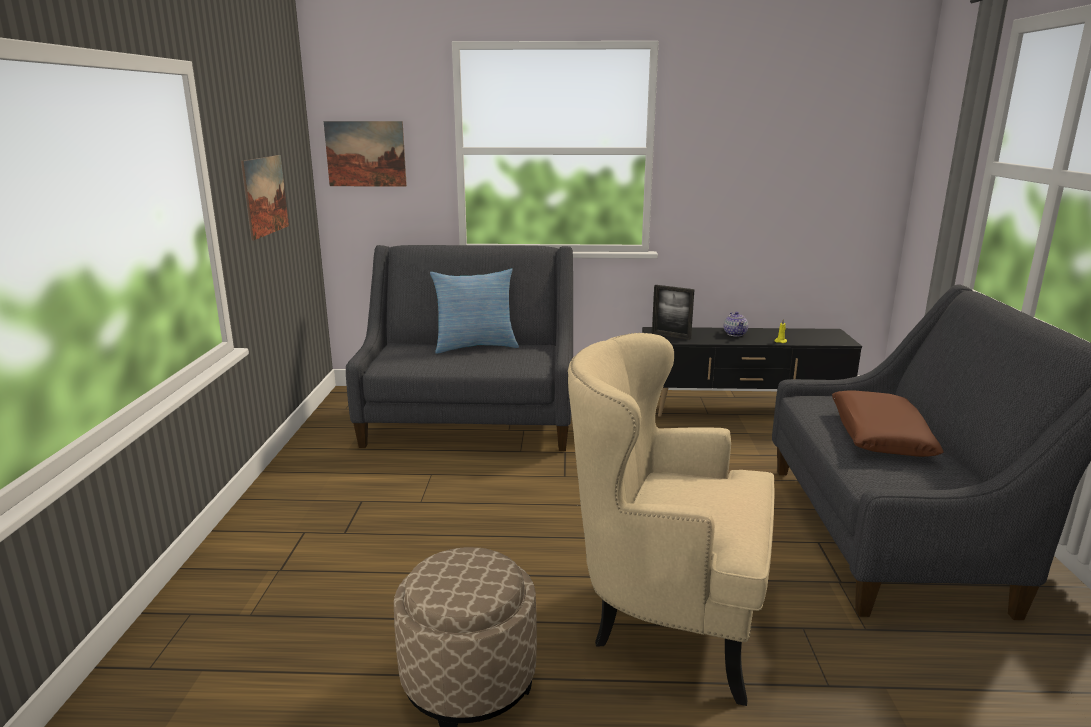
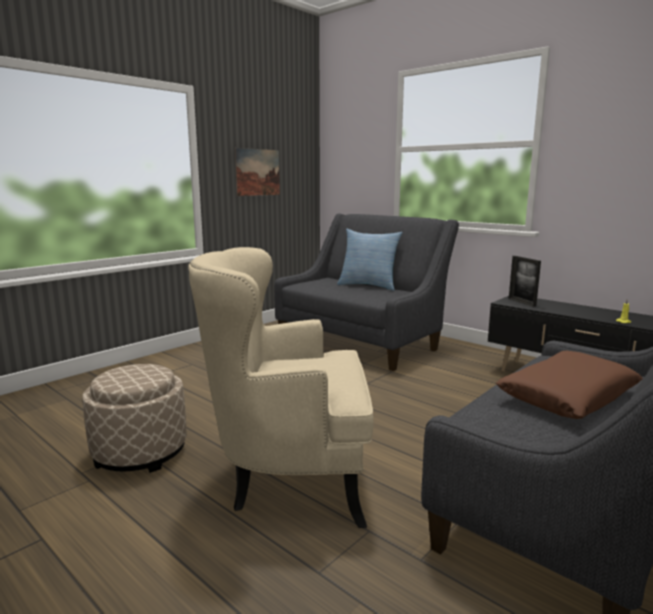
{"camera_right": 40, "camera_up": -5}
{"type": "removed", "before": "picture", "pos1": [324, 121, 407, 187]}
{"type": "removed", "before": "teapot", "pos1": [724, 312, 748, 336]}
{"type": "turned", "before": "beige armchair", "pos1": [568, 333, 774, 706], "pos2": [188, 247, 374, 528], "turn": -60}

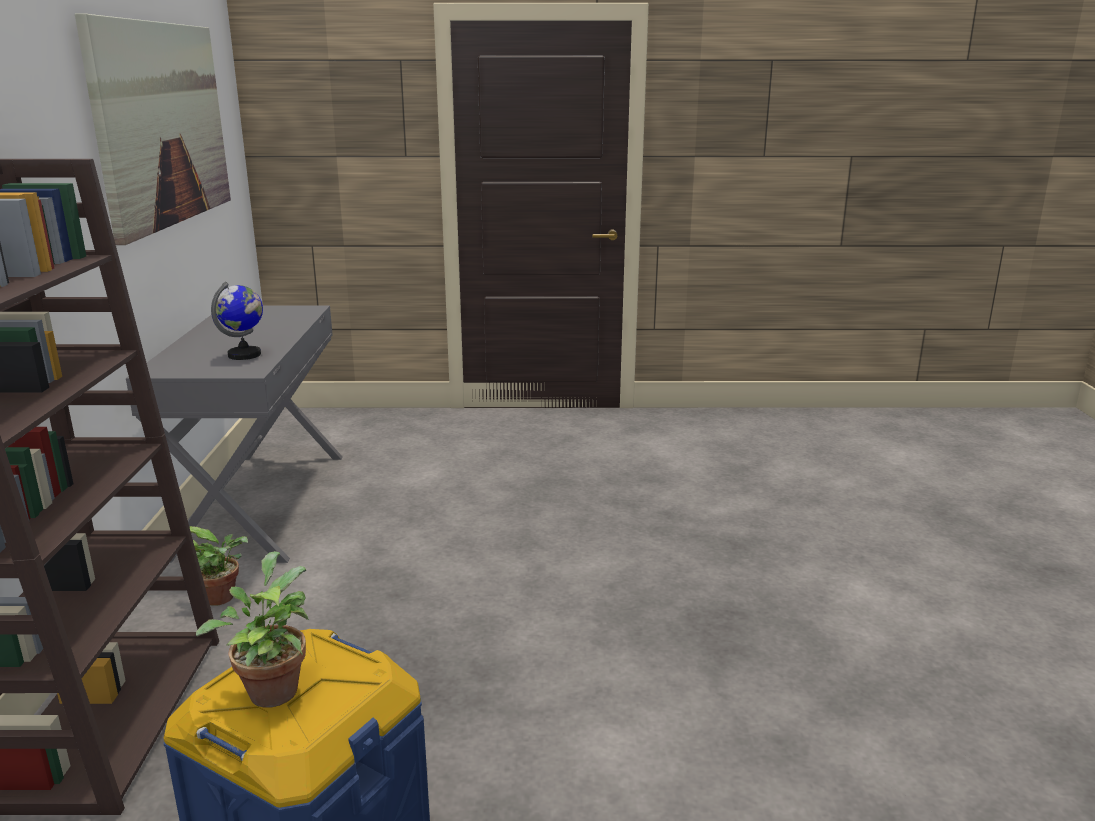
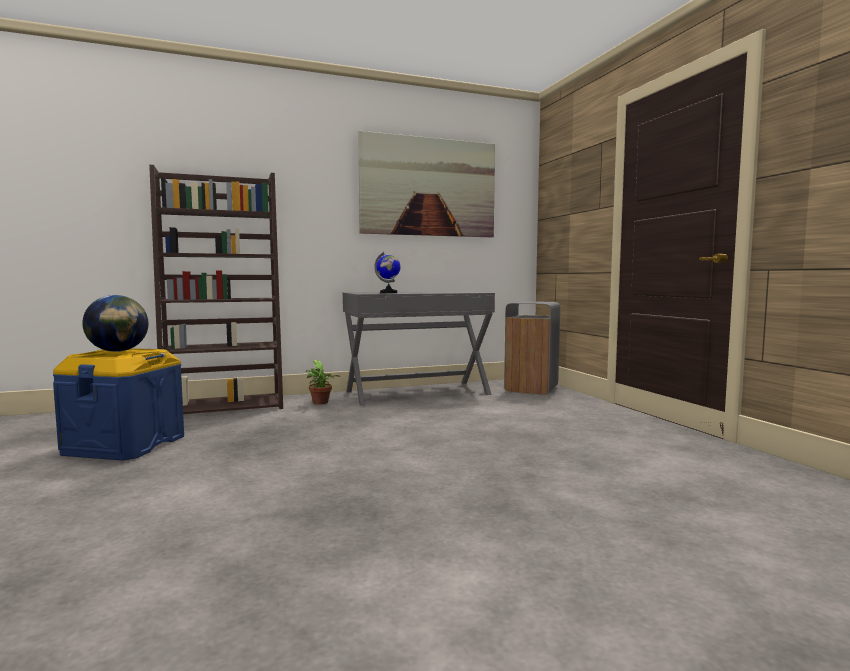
{"camera_right": 70, "camera_up": -15}
{"type": "added", "after": "grey trash can", "pos2": [504, 301, 560, 395]}
{"type": "replaced", "before": "potted plant", "after": "globe", "pos1": [196, 551, 309, 708], "pos2": [82, 295, 148, 352]}

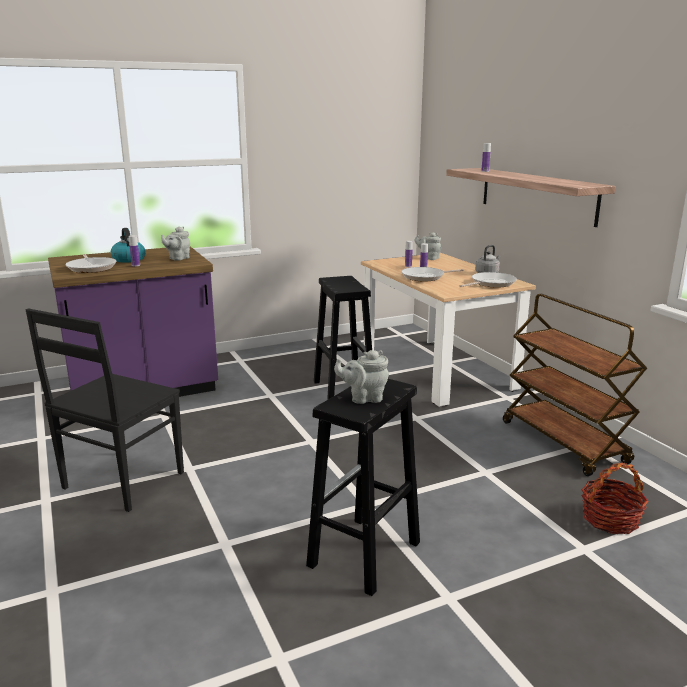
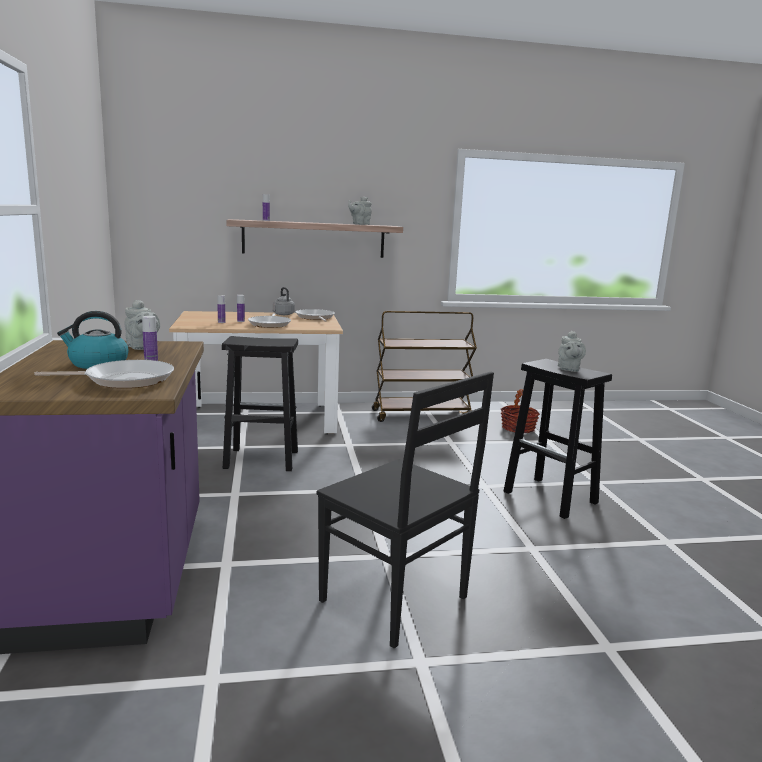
{"camera_right": -75, "camera_up": -5}
{"type": "moved", "before": "grey teapot", "pos1": [414, 232, 441, 260], "pos2": [348, 197, 372, 225]}

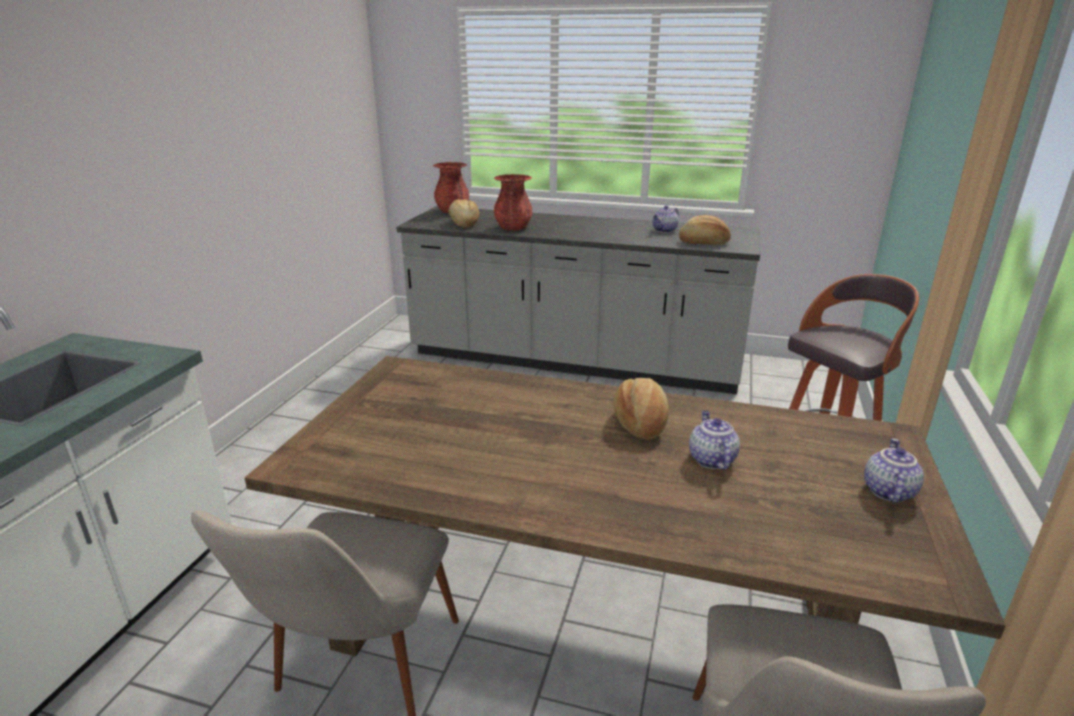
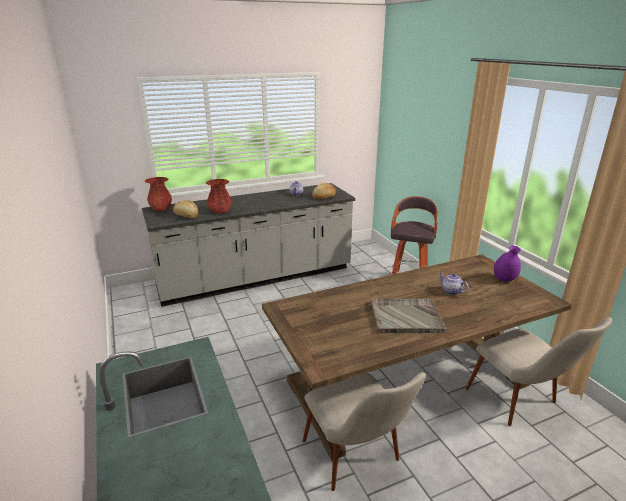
{"camera_right": -40, "camera_up": 0}
{"type": "removed", "before": "bread", "pos1": [613, 378, 669, 440]}
{"type": "added", "after": "grey tray", "pos2": [371, 298, 446, 333]}
{"type": "replaced", "before": "teapot", "after": "purple vase", "pos1": [864, 438, 924, 503], "pos2": [494, 246, 521, 282]}

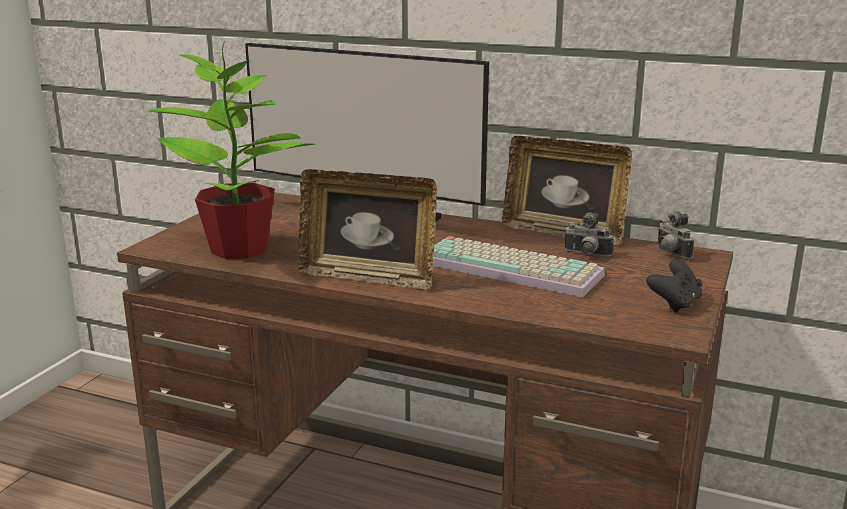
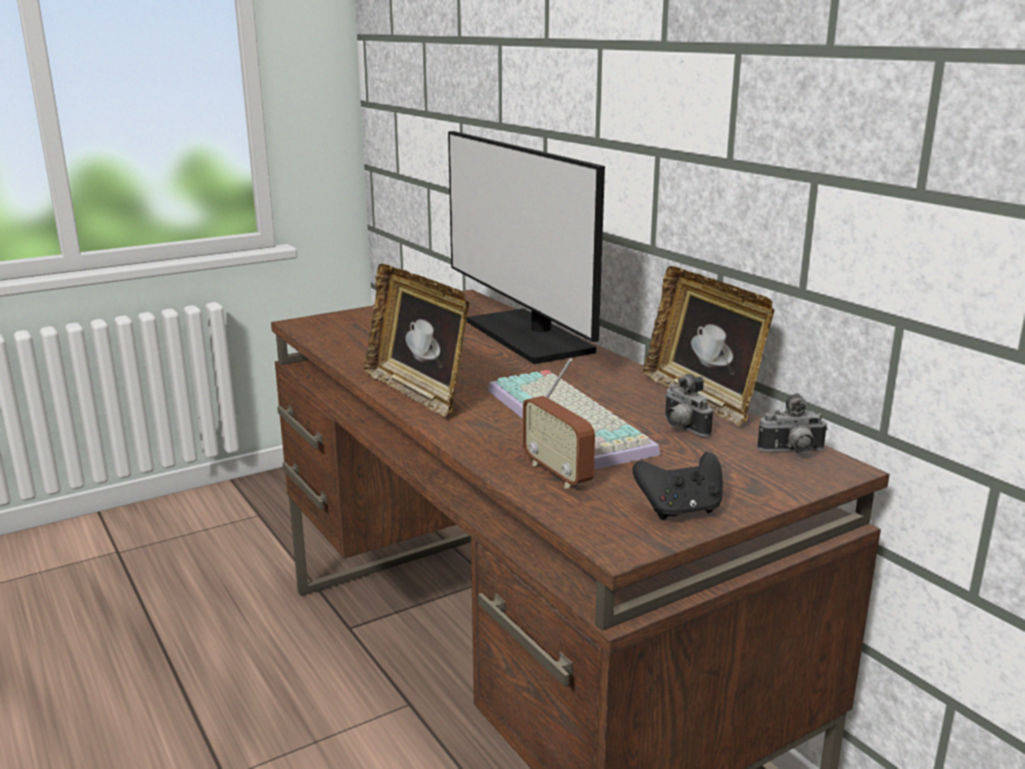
{"camera_right": 35, "camera_up": 0}
{"type": "removed", "before": "potted plant", "pos1": [148, 41, 315, 259]}
{"type": "added", "after": "radio", "pos2": [522, 358, 595, 488]}
{"type": "turned", "before": "photo camera", "pos1": [657, 211, 694, 259], "pos2": [757, 394, 828, 453], "turn": -105}

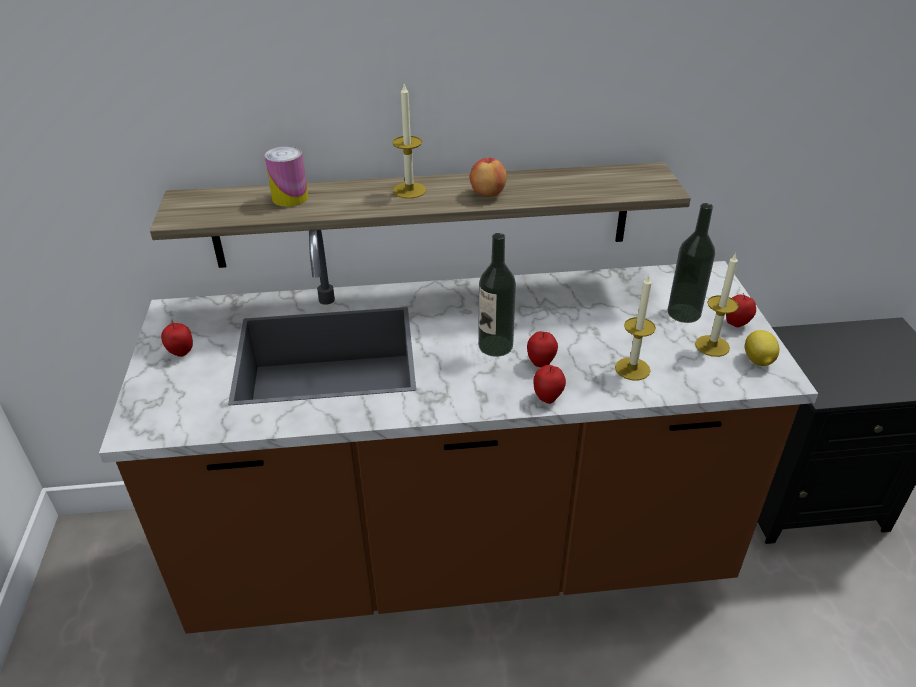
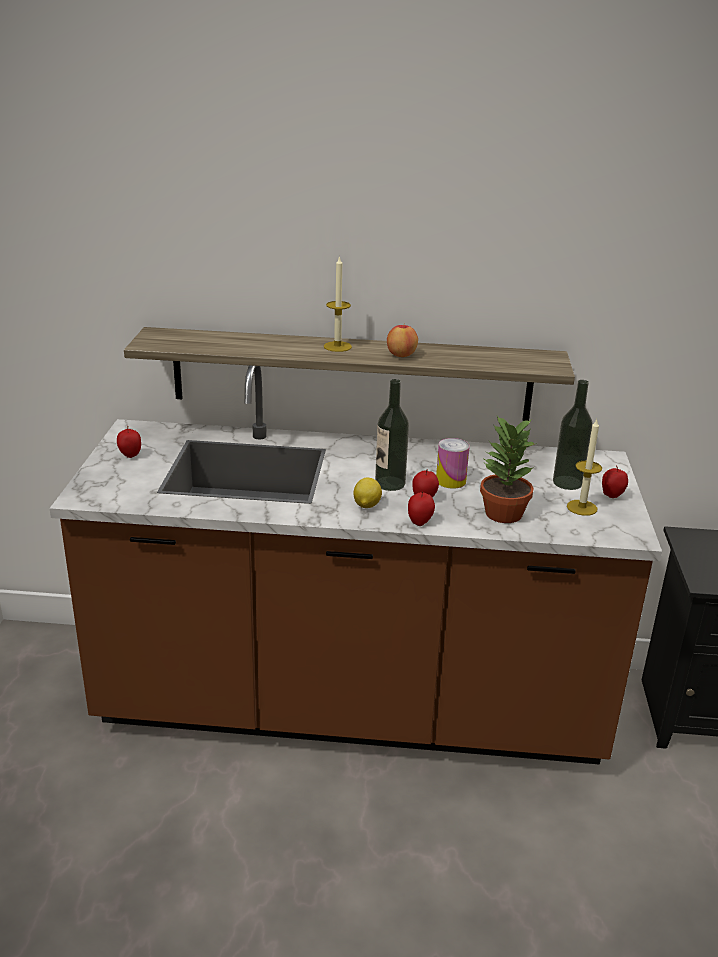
{"camera_right": 10, "camera_up": -10}
{"type": "moved", "before": "can", "pos1": [265, 146, 308, 207], "pos2": [436, 438, 470, 489]}
{"type": "moved", "before": "lemon", "pos1": [745, 330, 779, 366], "pos2": [353, 478, 382, 508]}
{"type": "replaced", "before": "candle", "after": "potted plant", "pos1": [615, 275, 656, 380], "pos2": [480, 416, 537, 523]}

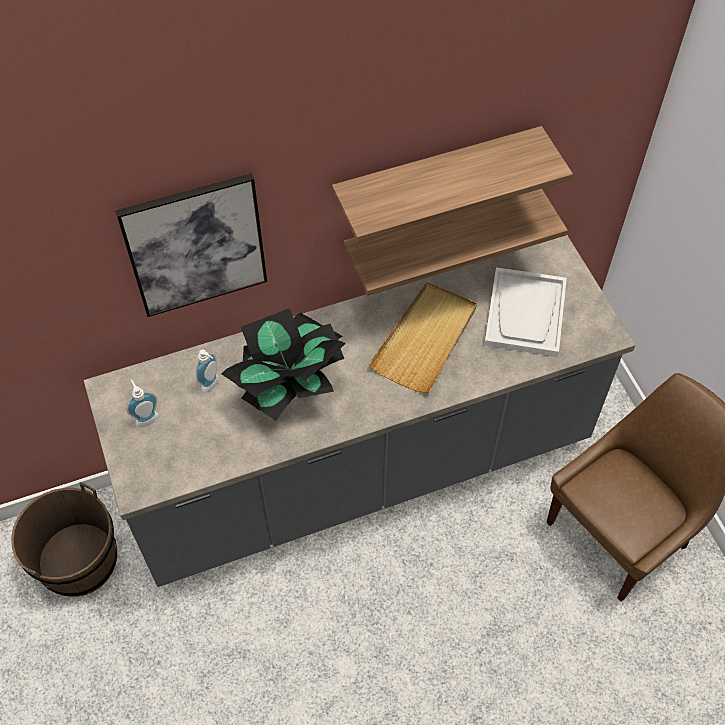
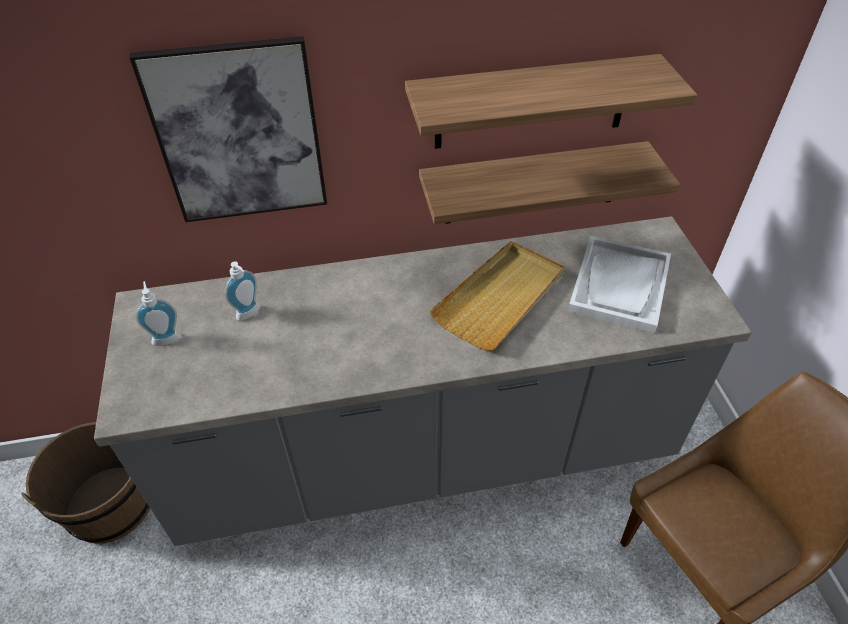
{"camera_right": 10, "camera_up": -10}
{"type": "removed", "before": "potted plant", "pos1": [221, 308, 346, 421]}

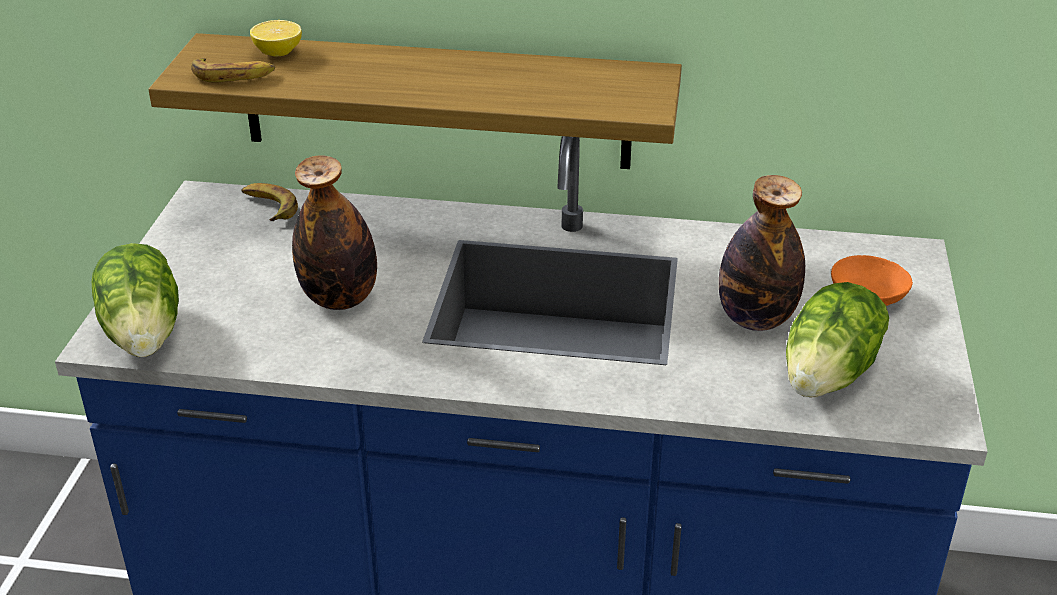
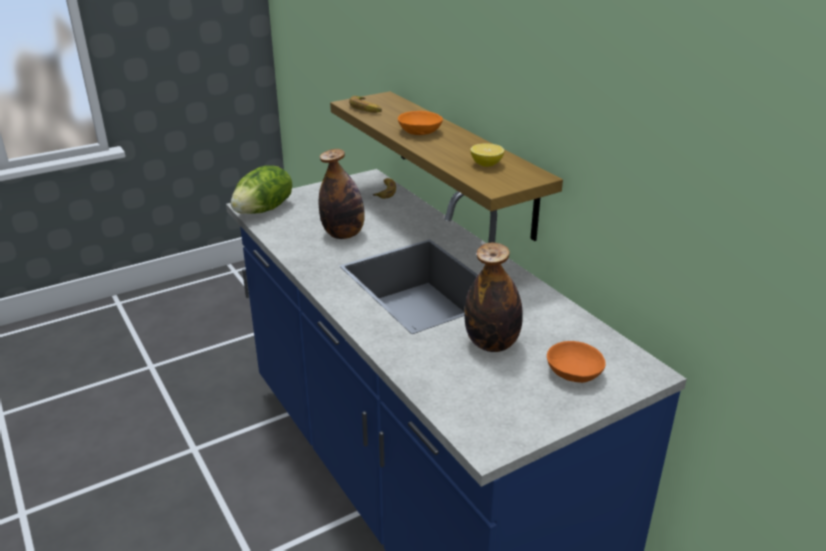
{"camera_right": 50, "camera_up": -5}
{"type": "removed", "before": "lettuce", "pos1": [786, 282, 889, 397]}
{"type": "added", "after": "orange bowl", "pos2": [398, 111, 443, 135]}
{"type": "moved", "before": "lemon", "pos1": [250, 20, 302, 56], "pos2": [471, 143, 504, 167]}

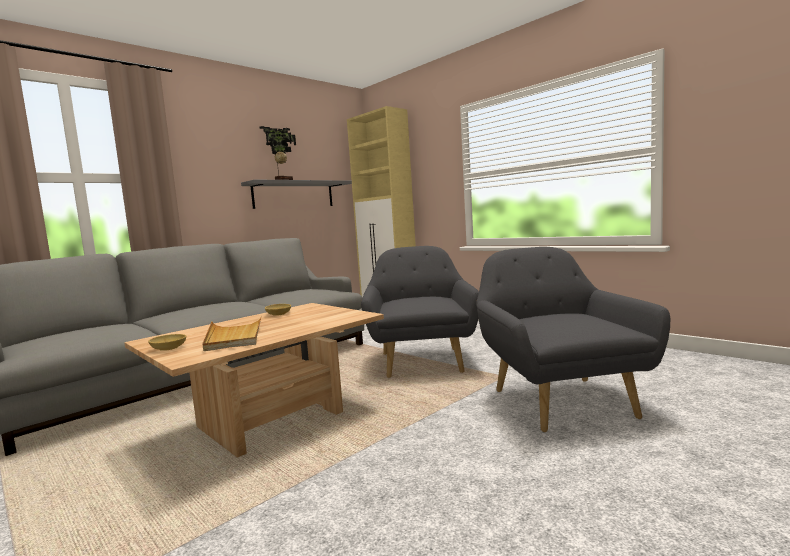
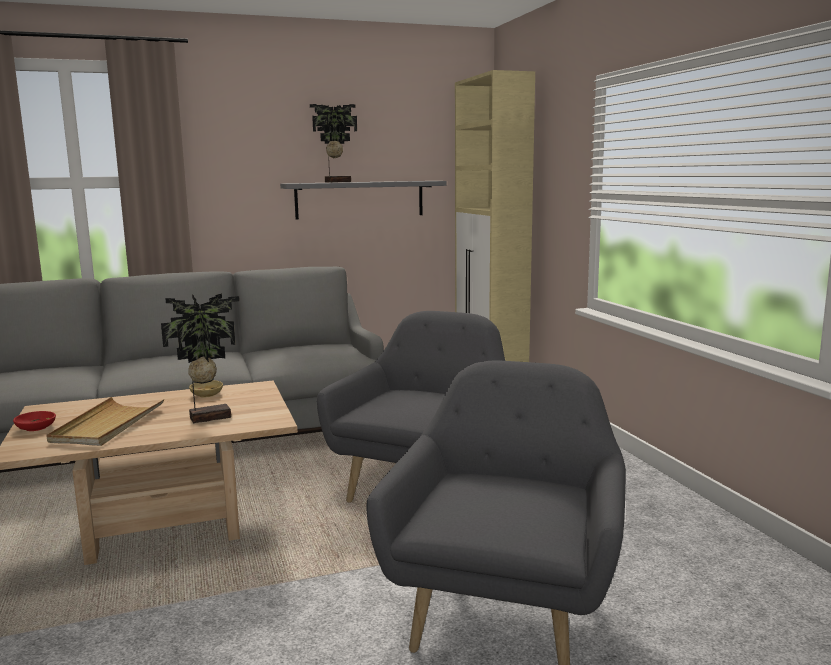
{"camera_right": 25, "camera_up": 5}
{"type": "added", "after": "potted plant", "pos2": [161, 293, 240, 424]}
{"type": "recoloured", "before": "beige bowl", "after": "red bowl", "pos1": [148, 334, 186, 351], "pos2": [13, 411, 56, 431]}

